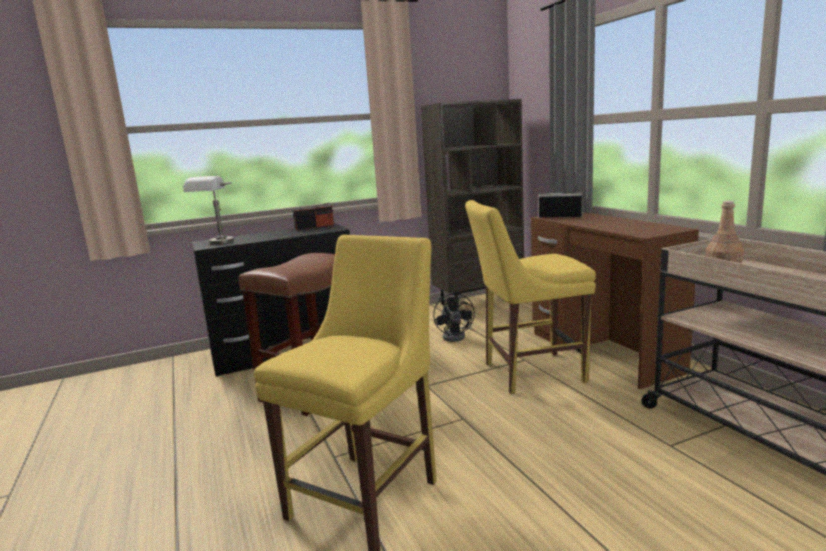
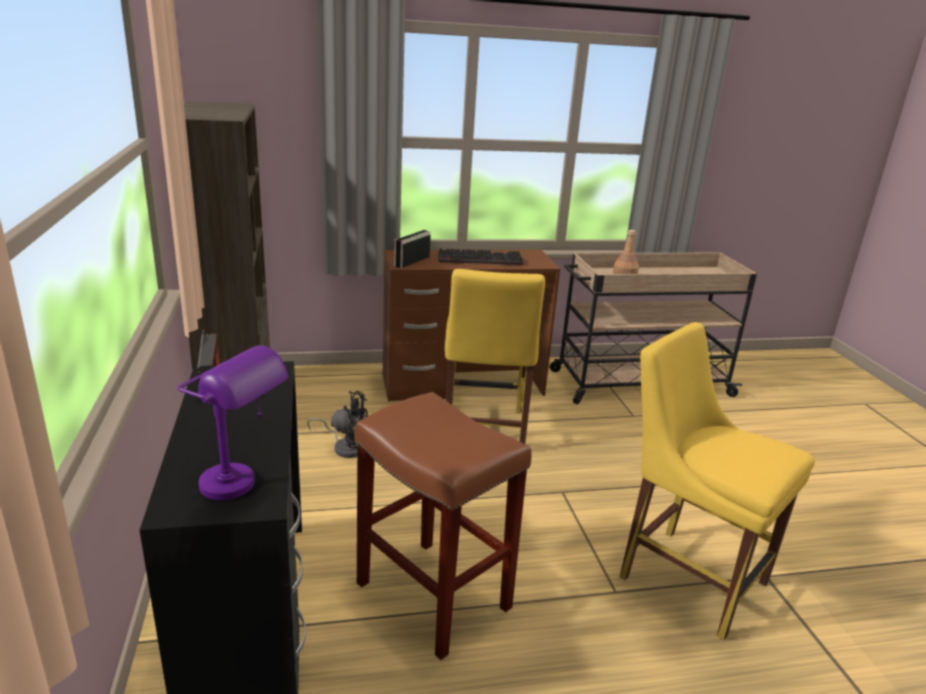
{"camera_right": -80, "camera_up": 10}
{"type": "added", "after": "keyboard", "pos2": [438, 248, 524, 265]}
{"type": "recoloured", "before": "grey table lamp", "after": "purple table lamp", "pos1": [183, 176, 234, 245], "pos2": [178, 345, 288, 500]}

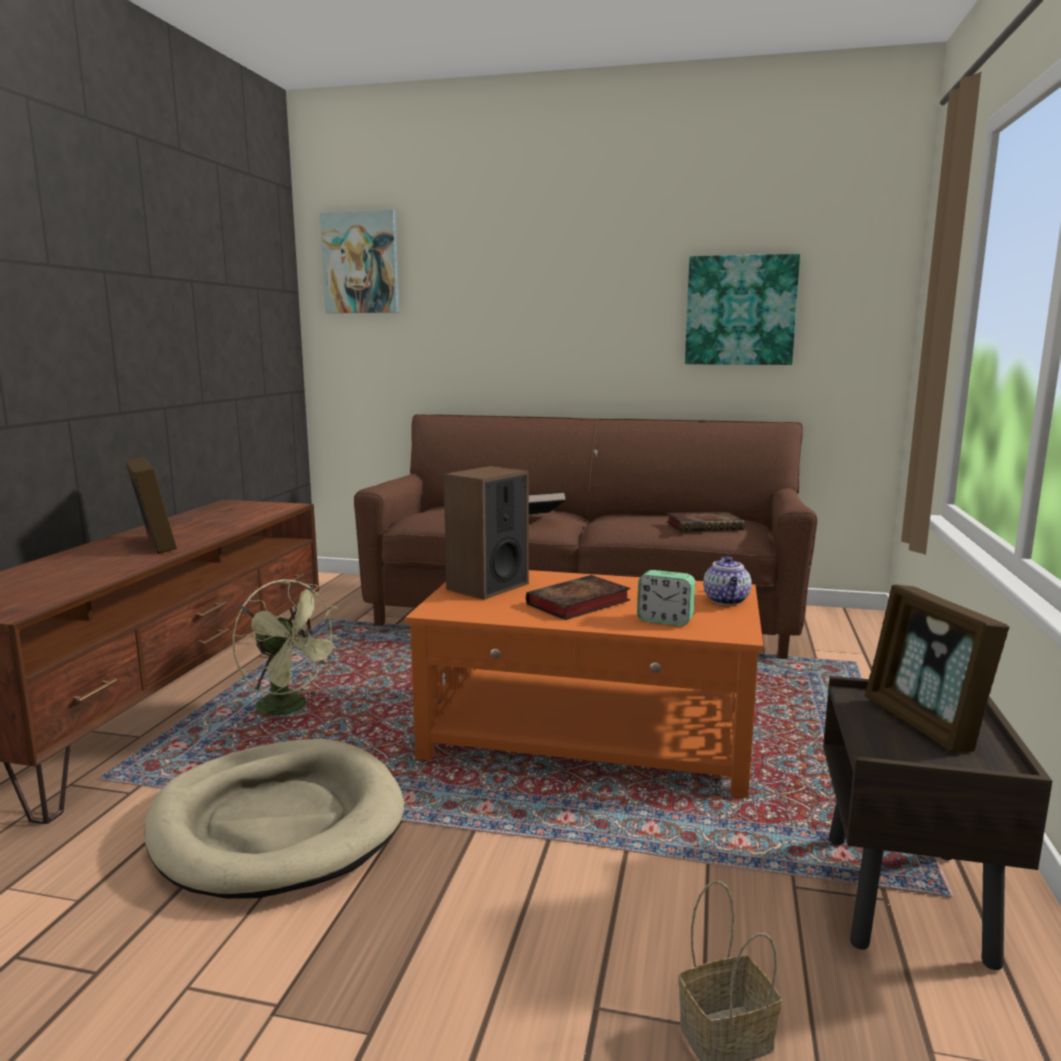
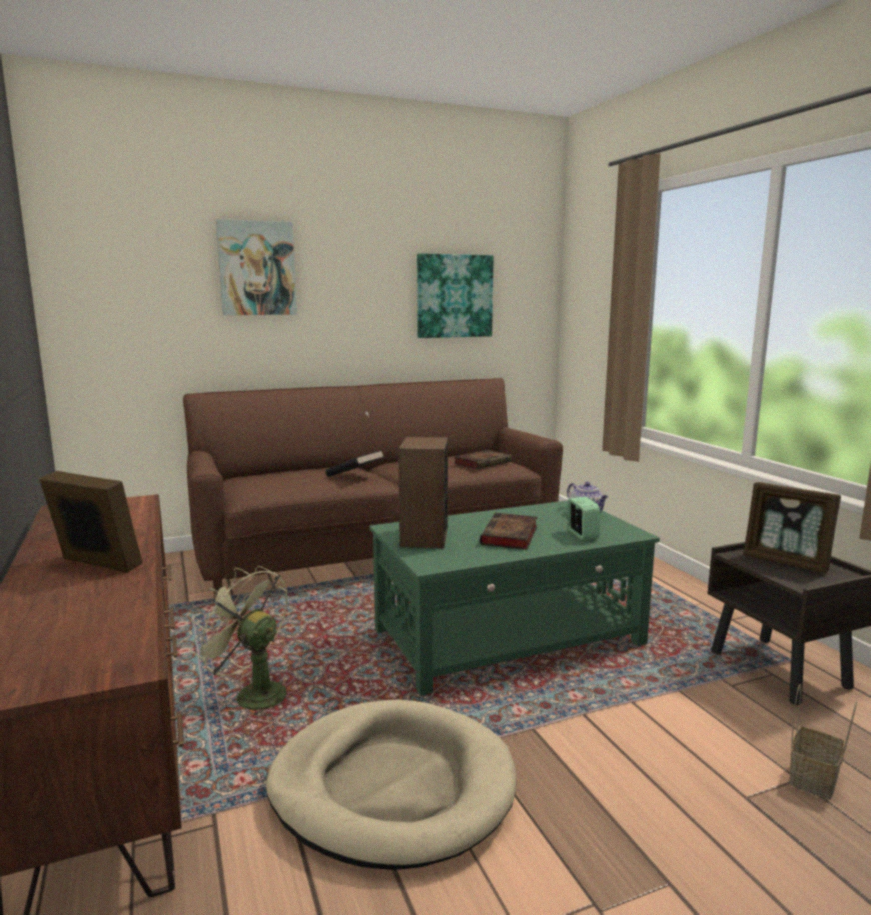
{"camera_right": -35, "camera_up": 0}
{"type": "moved", "before": "picture", "pos1": [320, 210, 399, 313], "pos2": [216, 219, 297, 315]}
{"type": "recoloured", "before": "orange coffee table", "after": "green coffee table", "pos1": [405, 570, 763, 798], "pos2": [369, 500, 660, 696]}
{"type": "turned", "before": "green fan", "pos1": [232, 580, 342, 716], "pos2": [190, 566, 287, 719], "turn": -150}
{"type": "turned", "before": "alarm clock", "pos1": [637, 570, 695, 626], "pos2": [568, 497, 600, 540], "turn": -90}

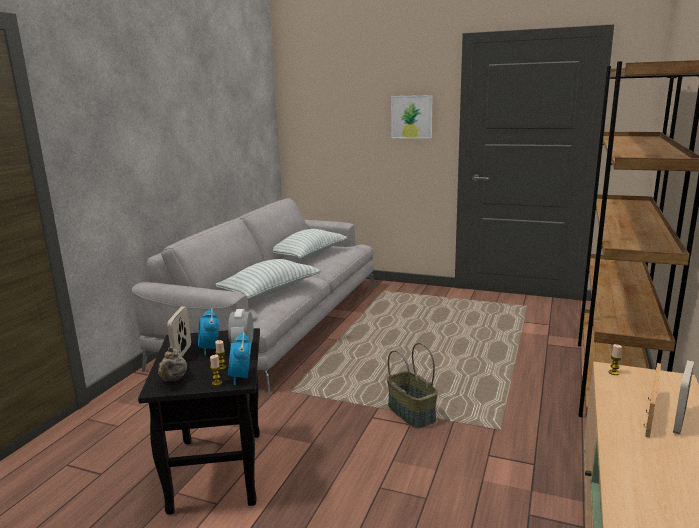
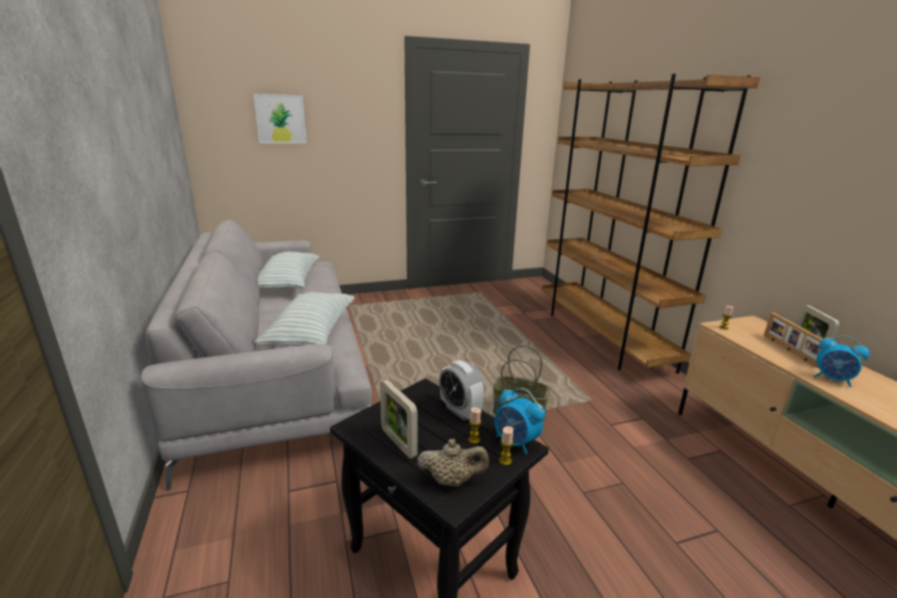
{"camera_right": -40, "camera_up": 5}
{"type": "moved", "before": "alarm clock", "pos1": [198, 308, 219, 355], "pos2": [814, 335, 870, 387]}
{"type": "moved", "before": "picture", "pos1": [391, 95, 433, 139], "pos2": [254, 94, 307, 143]}
{"type": "turned", "before": "beige teapot", "pos1": [158, 346, 187, 381], "pos2": [417, 439, 489, 487], "turn": -45}

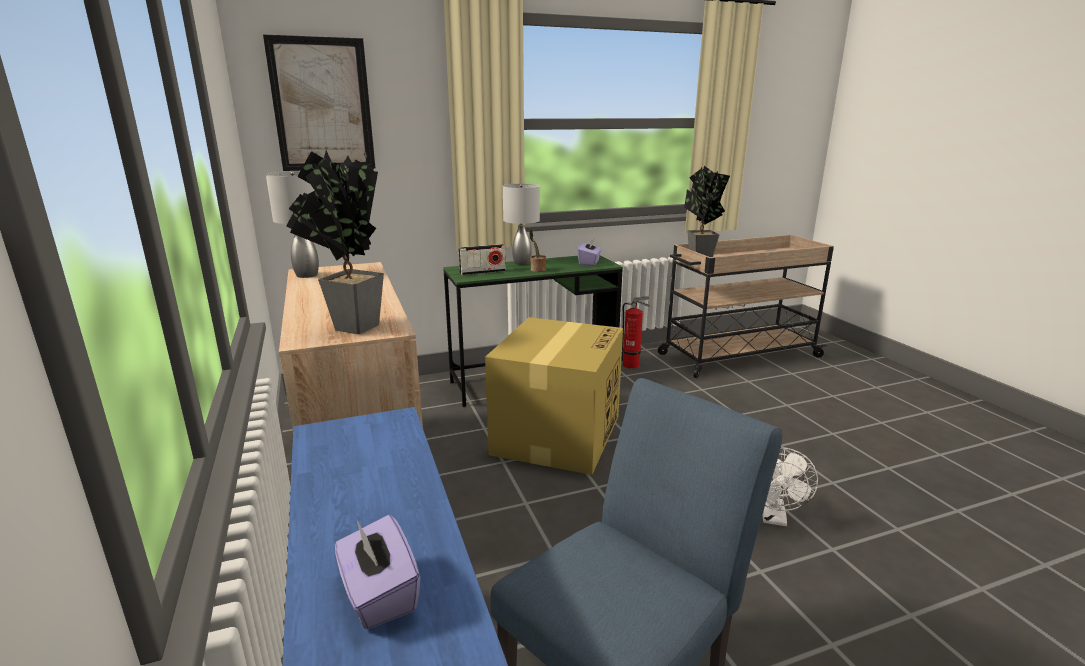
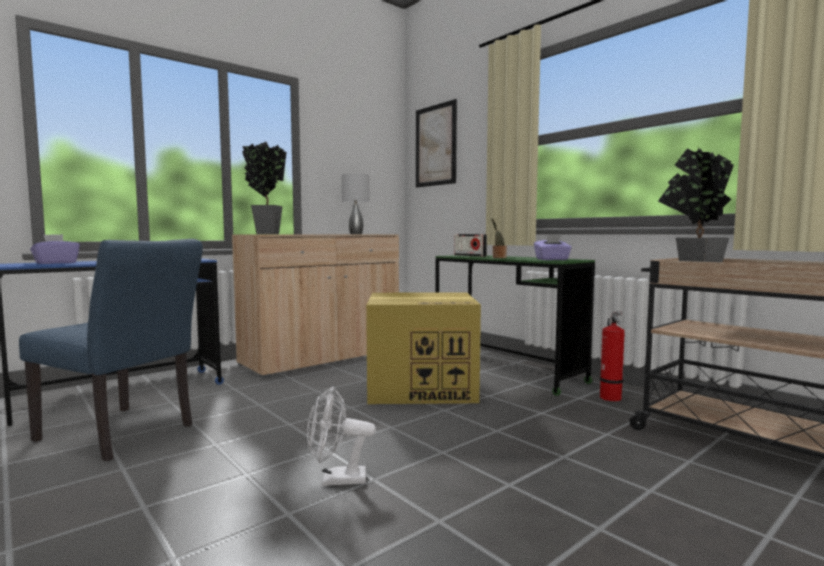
{"camera_right": 70, "camera_up": -15}
{"type": "removed", "before": "grey table lamp", "pos1": [503, 184, 540, 265]}

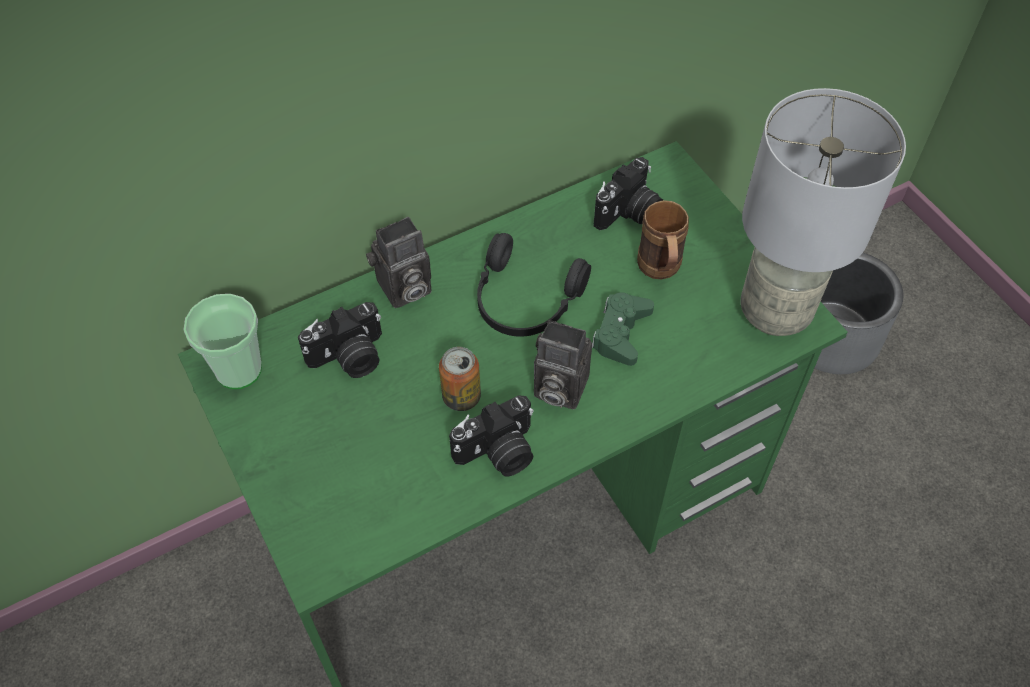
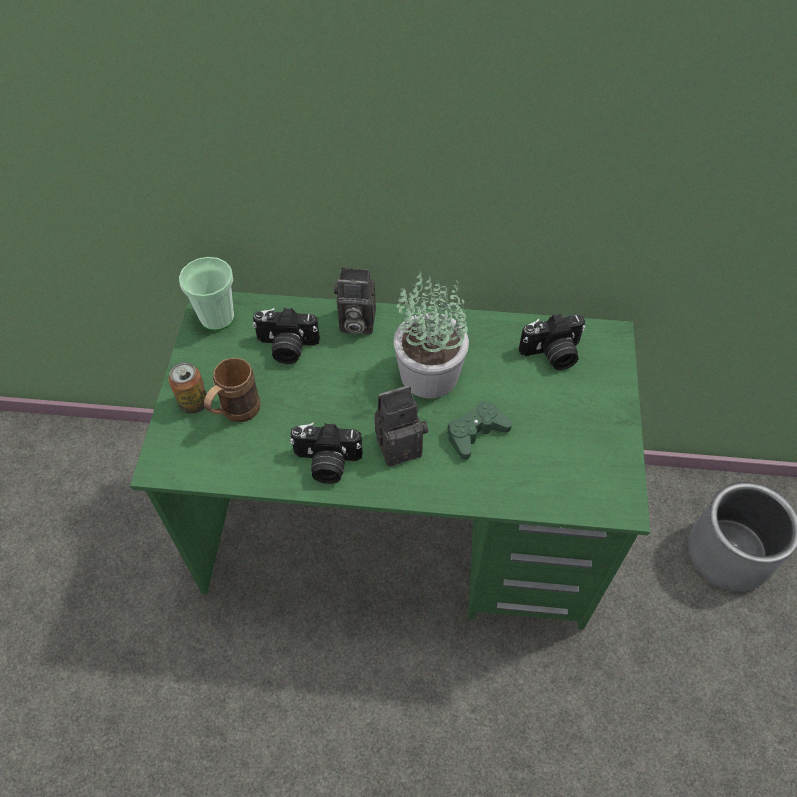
{"camera_right": 35, "camera_up": 0}
{"type": "removed", "before": "grey table lamp", "pos1": [741, 88, 906, 336]}
{"type": "moved", "before": "can", "pos1": [439, 347, 481, 411], "pos2": [168, 362, 207, 414]}
{"type": "moved", "before": "brown mug", "pos1": [637, 200, 689, 279], "pos2": [204, 358, 260, 422]}
{"type": "replaced", "before": "black headphones", "after": "potted plant", "pos1": [477, 233, 591, 337], "pos2": [393, 269, 469, 398]}
{"type": "turned", "before": "photo camera", "pos1": [534, 320, 592, 410], "pos2": [374, 385, 428, 467], "turn": 105}

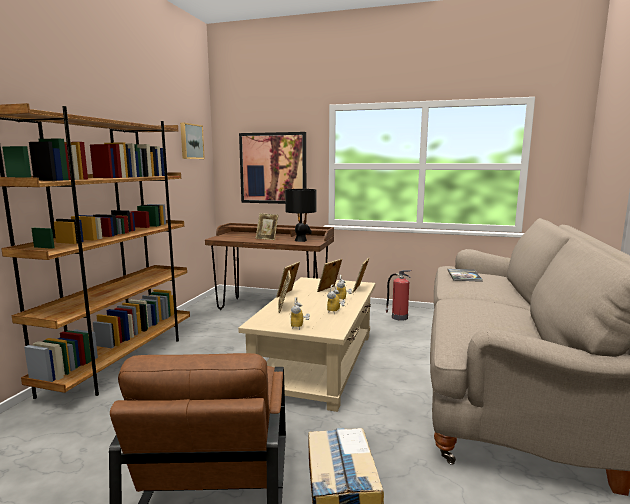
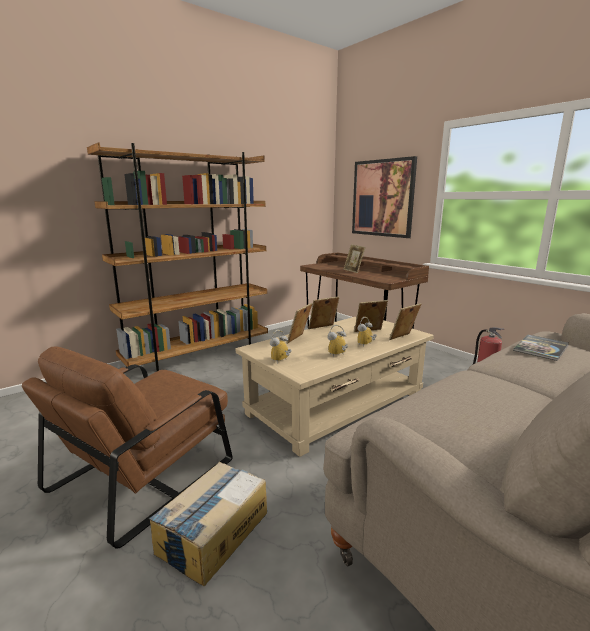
{"camera_right": 35, "camera_up": 5}
{"type": "removed", "before": "picture", "pos1": [180, 123, 205, 159]}
{"type": "removed", "before": "black table lamp", "pos1": [285, 189, 316, 242]}

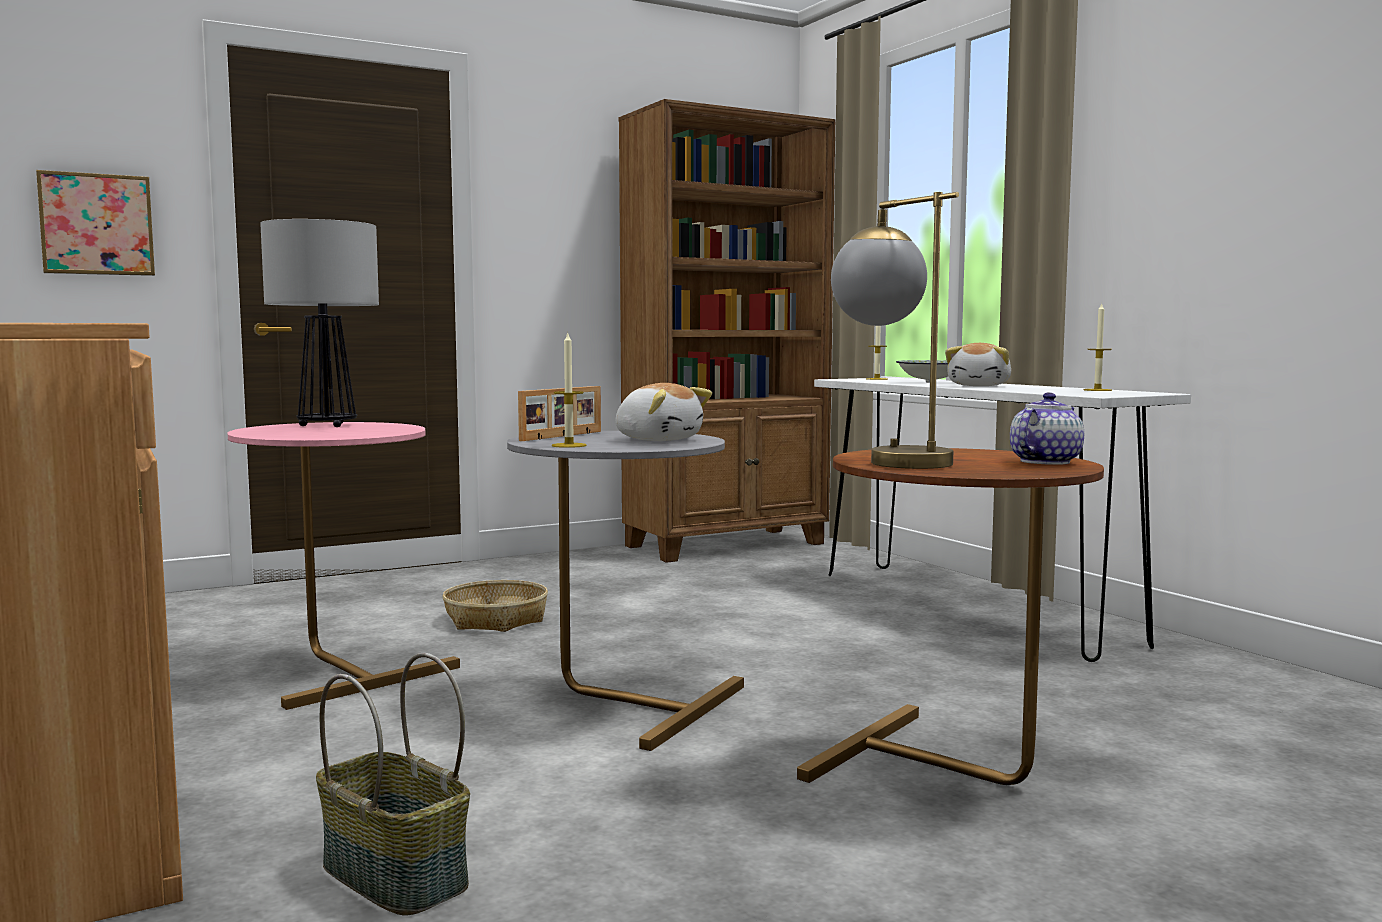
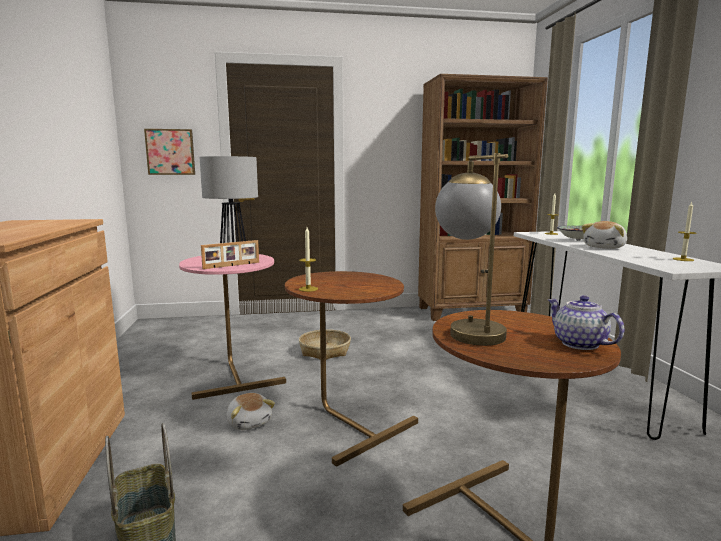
{"camera_right": 20, "camera_up": 5}
{"type": "moved", "before": "picture frame", "pos1": [518, 386, 601, 441], "pos2": [201, 240, 259, 269]}
{"type": "moved", "before": "plush toy", "pos1": [616, 383, 712, 441], "pos2": [227, 393, 275, 430]}
{"type": "recoloured", "before": "grey side table", "after": "brown side table", "pos1": [507, 431, 744, 751], "pos2": [285, 271, 418, 467]}
{"type": "turned", "before": "teapot", "pos1": [1010, 392, 1084, 465], "pos2": [547, 295, 625, 350], "turn": -90}

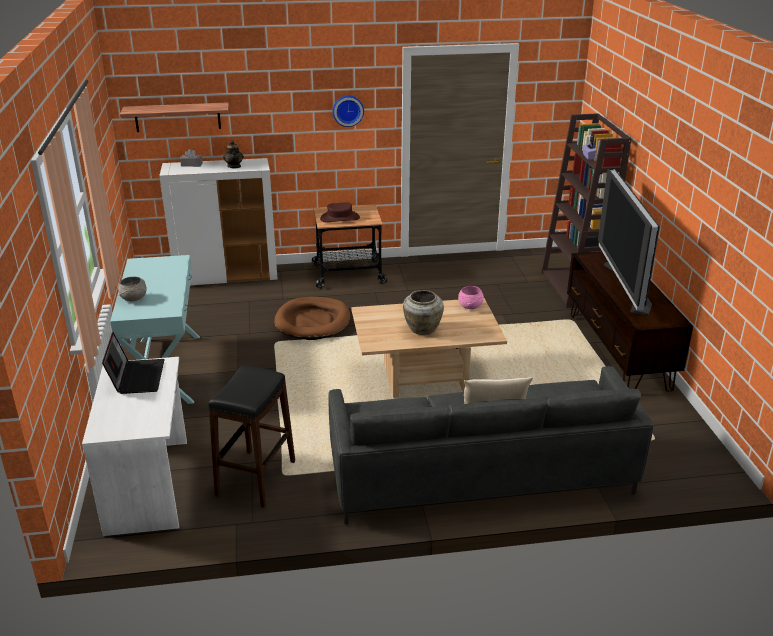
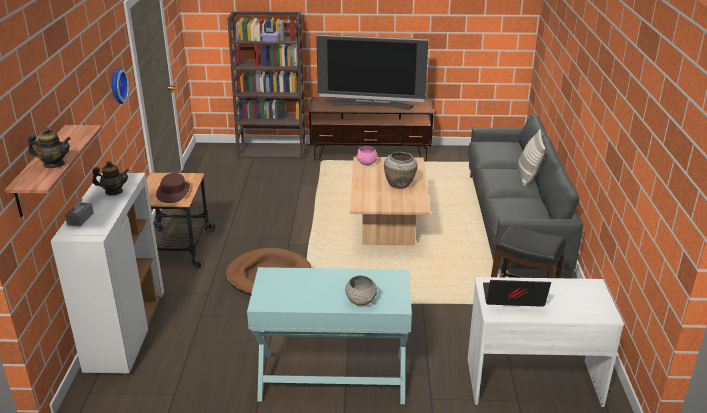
{"camera_right": -80, "camera_up": 0}
{"type": "added", "after": "teapot", "pos2": [27, 127, 71, 168]}

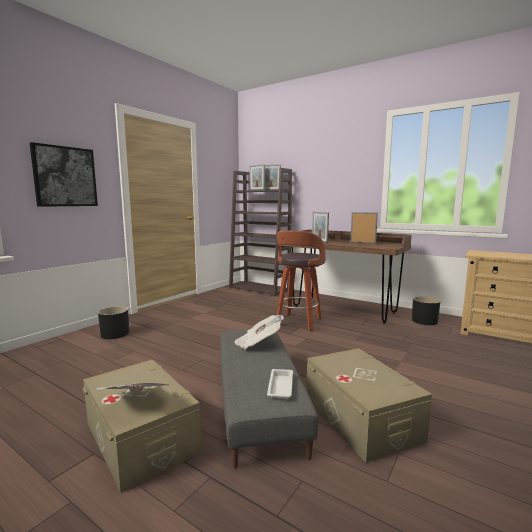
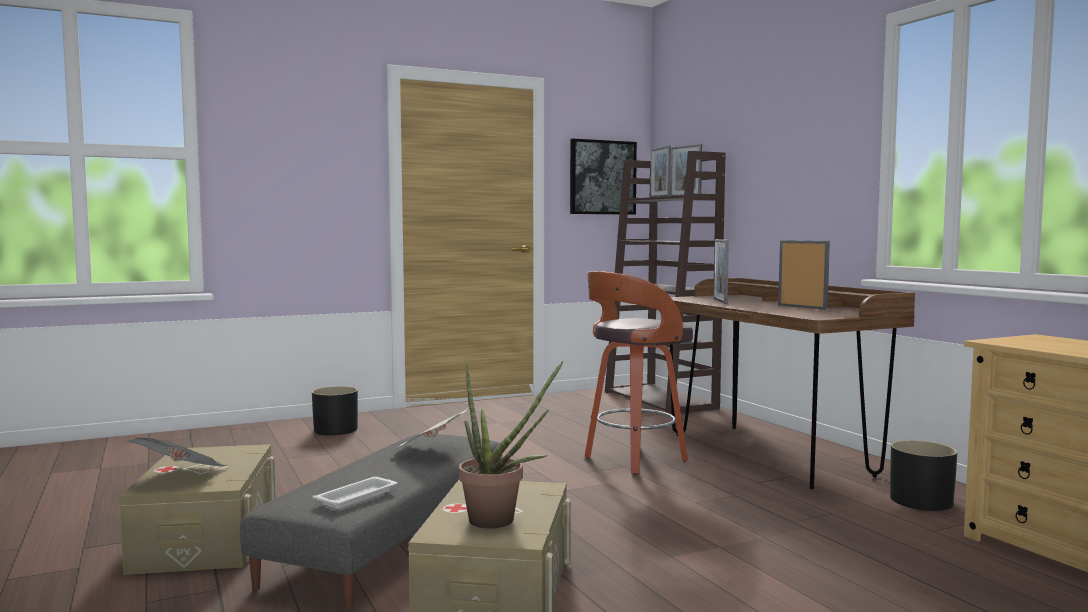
{"camera_right": 30, "camera_up": -5}
{"type": "added", "after": "potted plant", "pos2": [459, 359, 563, 529]}
{"type": "moved", "before": "picture", "pos1": [30, 142, 98, 207], "pos2": [570, 139, 637, 215]}

